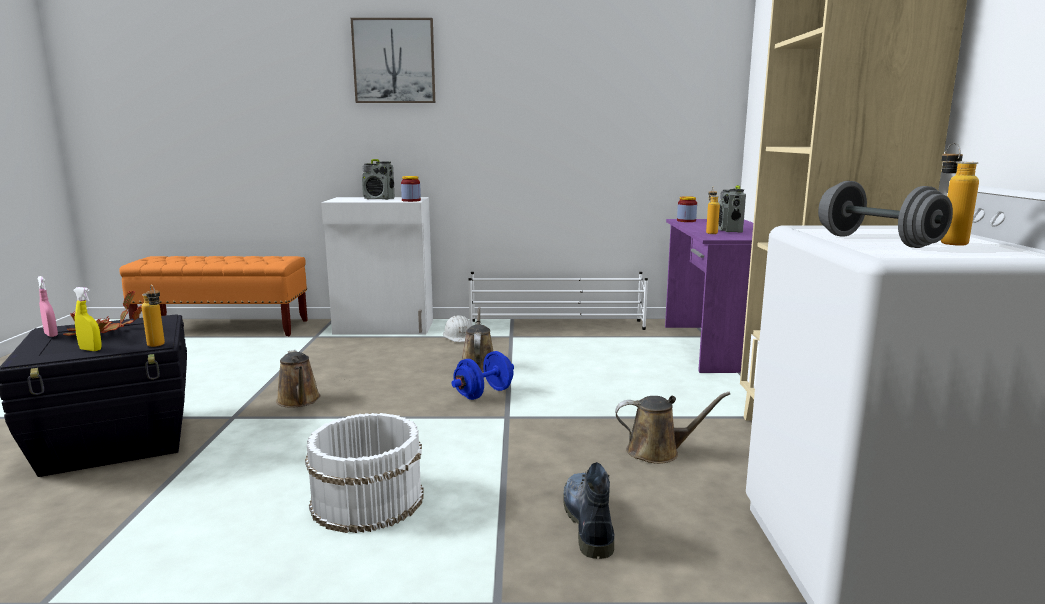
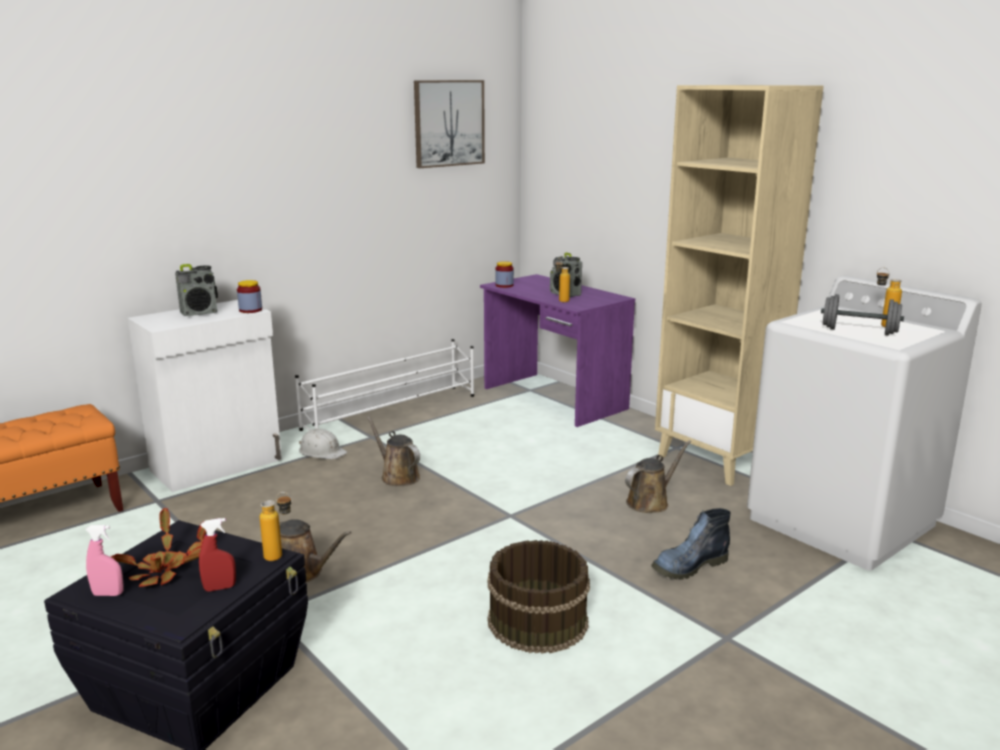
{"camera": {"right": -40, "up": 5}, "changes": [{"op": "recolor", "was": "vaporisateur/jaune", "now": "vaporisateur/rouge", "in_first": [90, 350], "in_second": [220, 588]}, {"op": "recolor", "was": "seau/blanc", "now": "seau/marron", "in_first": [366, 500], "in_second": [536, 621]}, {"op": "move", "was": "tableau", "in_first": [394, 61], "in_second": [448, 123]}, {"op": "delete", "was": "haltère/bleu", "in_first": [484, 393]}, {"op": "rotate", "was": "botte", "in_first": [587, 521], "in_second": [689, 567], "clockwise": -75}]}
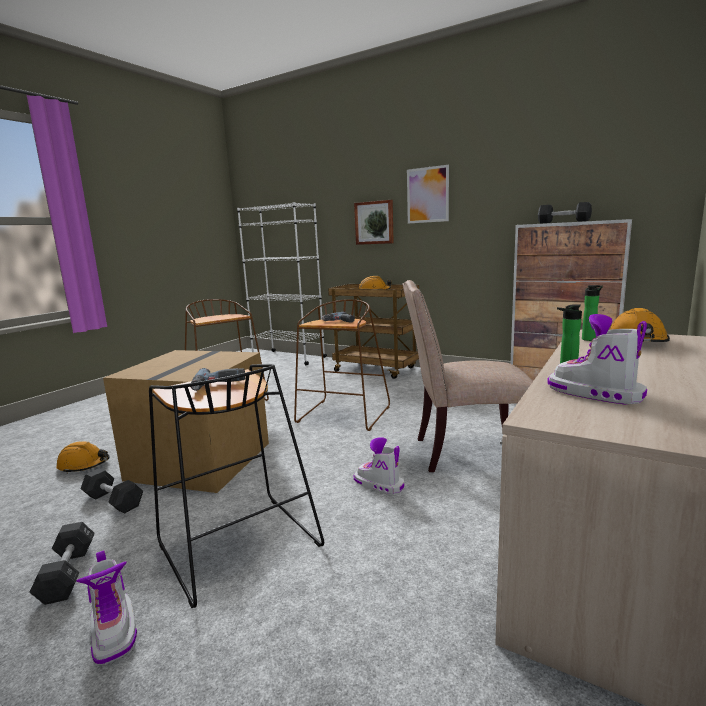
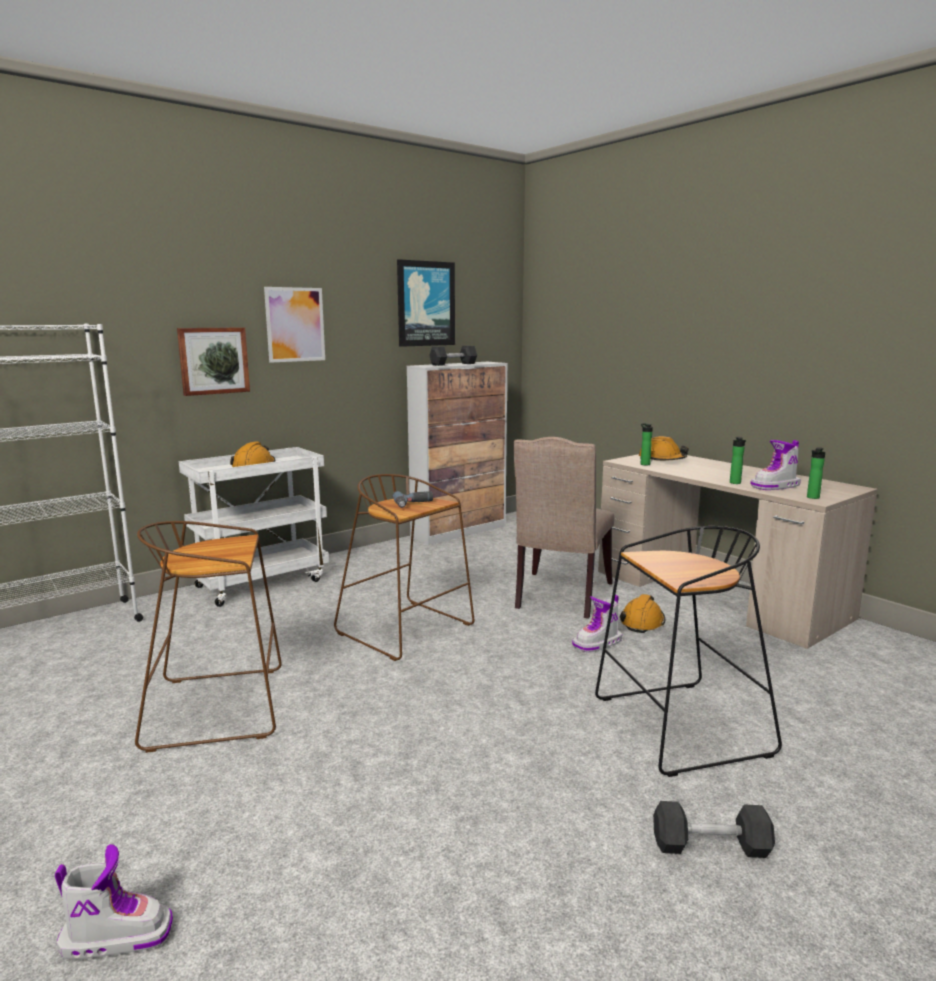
{"camera": {"right": -70, "up": 0}, "changes": [{"op": "move", "was": "casque de chantier/orange", "in_first": [84, 465], "in_second": [642, 622]}, {"op": "move", "was": "botte", "in_first": [114, 631], "in_second": [117, 936]}, {"op": "delete", "was": "haltère/noir", "in_first": [113, 501]}, {"op": "delete", "was": "carton", "in_first": [200, 460]}, {"op": "delete", "was": "perceuse", "in_first": [218, 384]}, {"op": "recolor", "was": "chariot/marron", "now": "chariot/blanc", "in_first": [377, 369], "in_second": [262, 582]}, {"op": "insert", "now": "tableau", "in_second": [425, 304]}, {"op": "insert", "now": "bouteille", "in_second": [812, 498]}]}
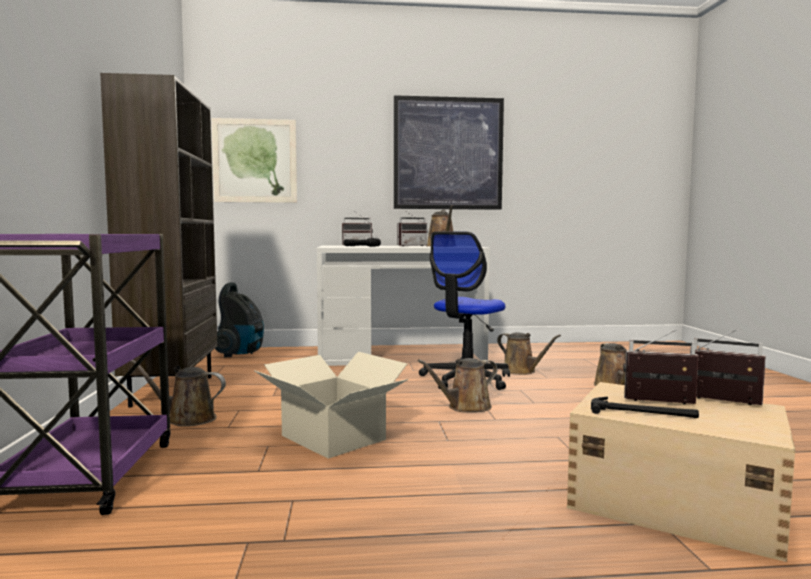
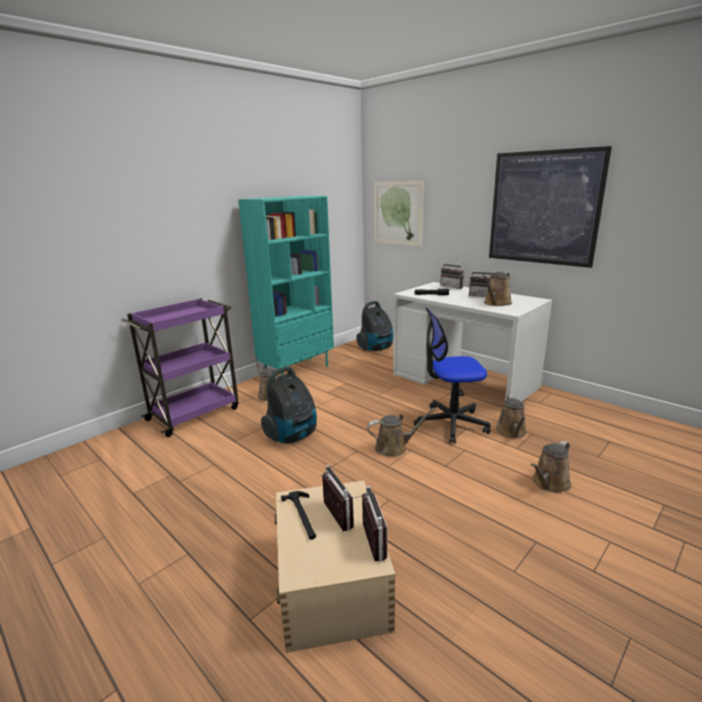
{"camera": {"right": 50, "up": 15}, "changes": [{"op": "recolor", "was": "bibliothèque/marron", "now": "bibliothèque/turquoise", "in_first": [172, 391], "in_second": [297, 370]}, {"op": "replace", "was": "carton", "now": "aspirateur", "in_first": [334, 437], "in_second": [292, 436]}, {"op": "rotate", "was": "arrosoir/marron", "in_first": [465, 407], "in_second": [394, 448], "clockwise": 150}]}
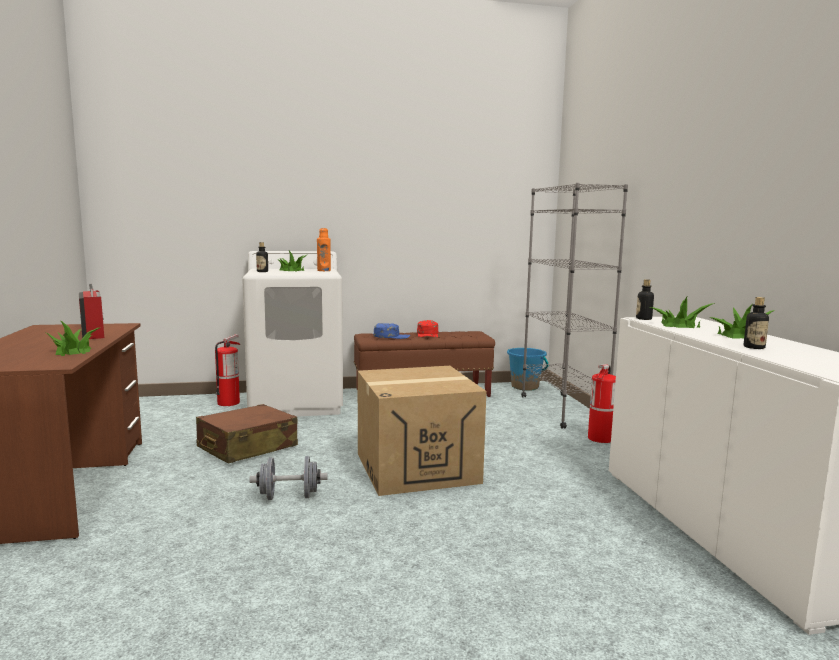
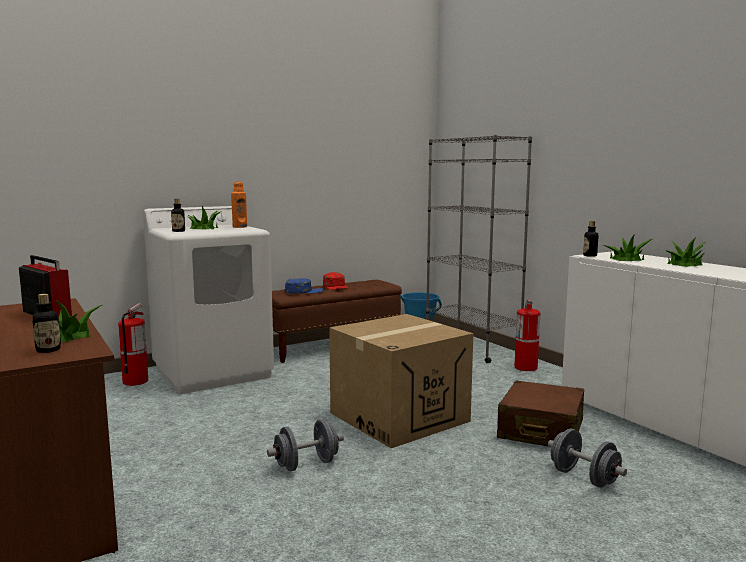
{"camera": {"right": -20, "up": 0}, "changes": [{"op": "move", "was": "valise/marron", "in_first": [247, 447], "in_second": [541, 430]}, {"op": "move", "was": "bouteille", "in_first": [754, 347], "in_second": [48, 350]}, {"op": "insert", "now": "haltère/gris", "in_second": [584, 478]}]}
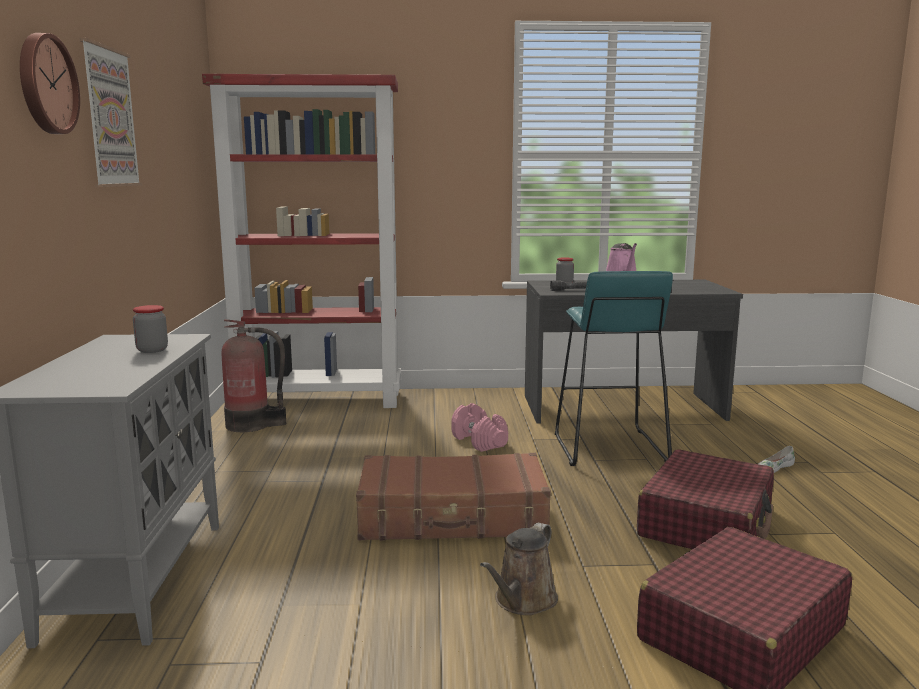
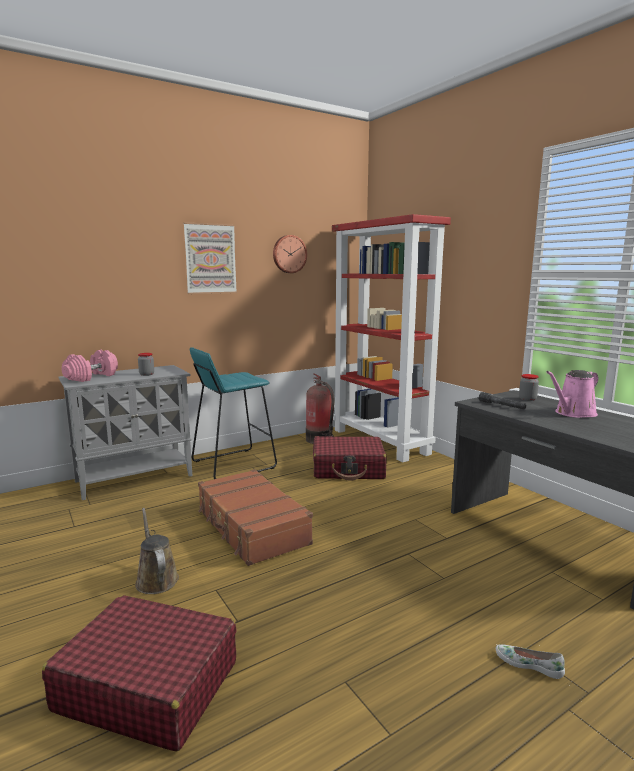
{"camera": {"right": 60, "up": 0}, "changes": [{"op": "move", "was": "horloge murale", "in_first": [45, 84], "in_second": [289, 254]}, {"op": "move", "was": "haltère/rose", "in_first": [479, 441], "in_second": [91, 377]}, {"op": "rotate", "was": "arrosoir/marron", "in_first": [523, 601], "in_second": [156, 578], "clockwise": 60}, {"op": "move", "was": "tabouret/turquoise", "in_first": [608, 448], "in_second": [233, 465]}, {"op": "move", "was": "valise/rouge", "in_first": [706, 523], "in_second": [348, 469]}]}
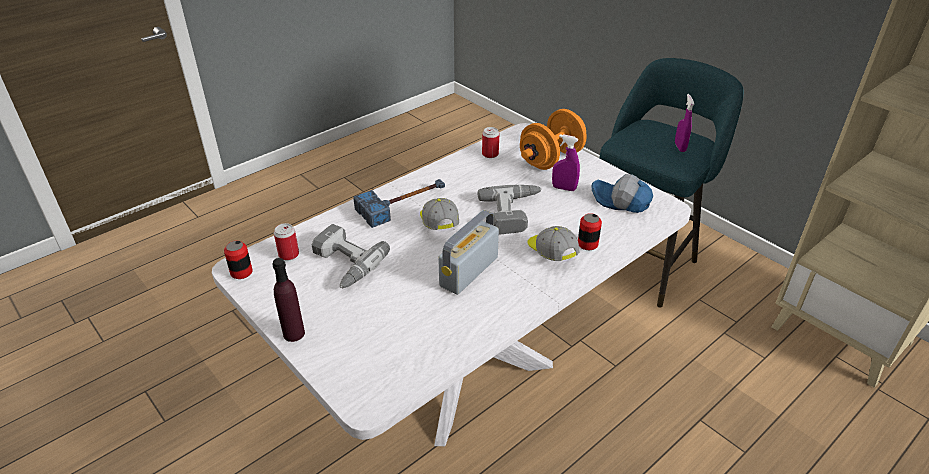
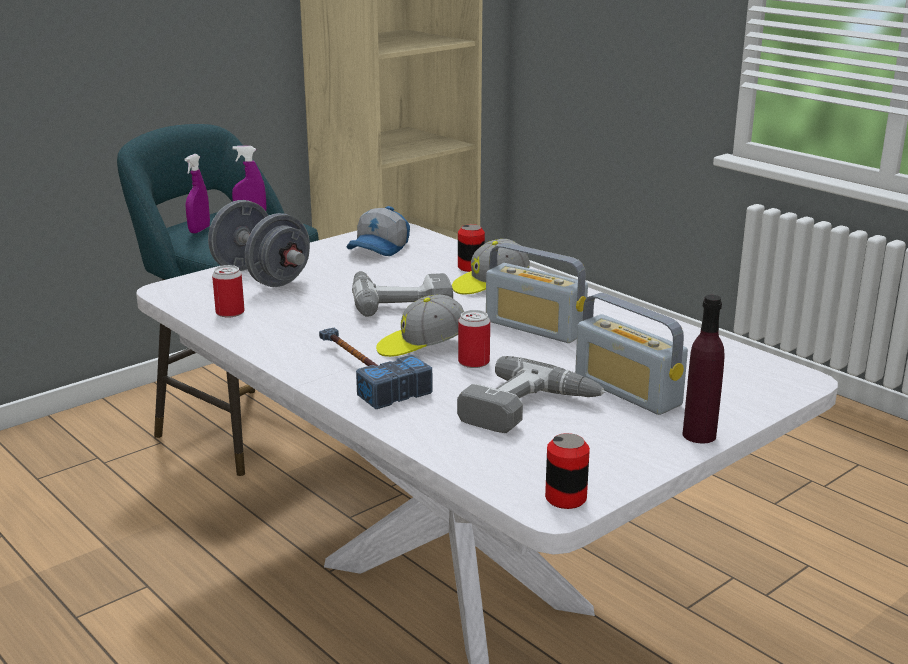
{"camera": {"right": -90, "up": -15}, "changes": [{"op": "move", "was": "boîte métallique", "in_first": [289, 254], "in_second": [473, 362]}, {"op": "recolor", "was": "haltère/orange", "now": "haltère/gris", "in_first": [551, 159], "in_second": [261, 277]}, {"op": "move", "was": "vaporisateur/violet", "in_first": [564, 188], "in_second": [199, 230]}, {"op": "insert", "now": "radio", "in_second": [627, 391]}]}
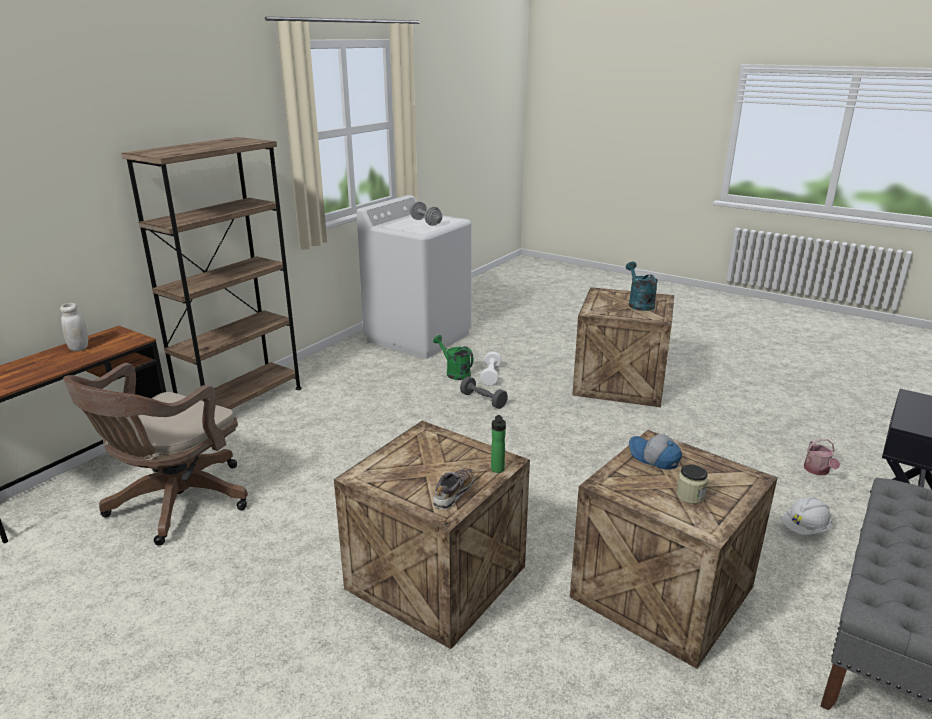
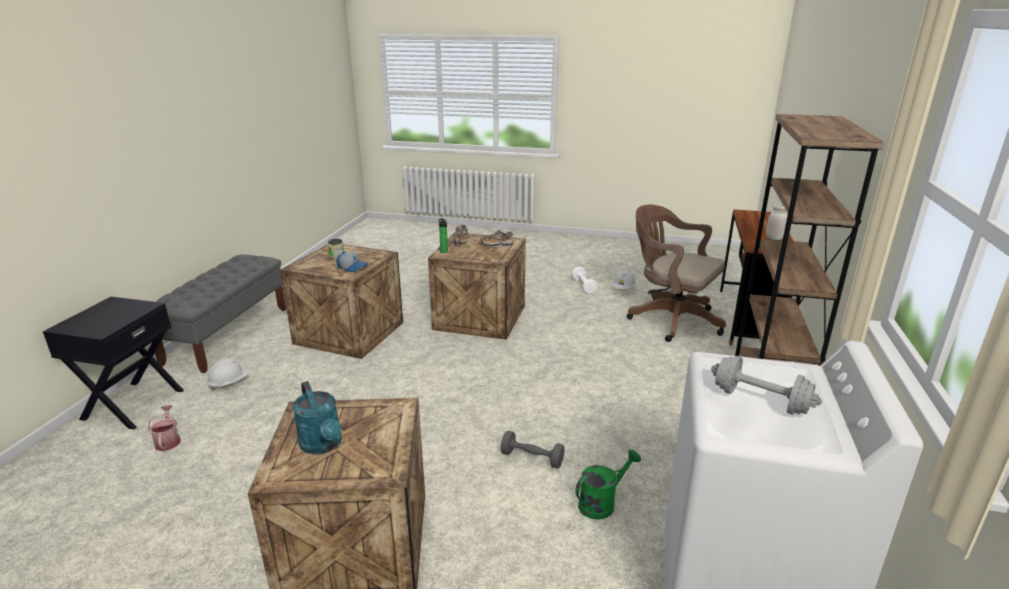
{"camera": {"right": 160, "up": 0}, "changes": [{"op": "rotate", "was": "chaise de bureau/marron", "in_first": [174, 504], "in_second": [670, 319], "clockwise": -60}, {"op": "rotate", "was": "arrosoir/vert", "in_first": [454, 373], "in_second": [602, 502], "clockwise": -60}, {"op": "move", "was": "haltère/blanc", "in_first": [491, 376], "in_second": [583, 286]}, {"op": "insert", "now": "chaussure", "in_second": [496, 244]}, {"op": "insert", "now": "casque de chantier/blanc", "in_second": [623, 288]}]}
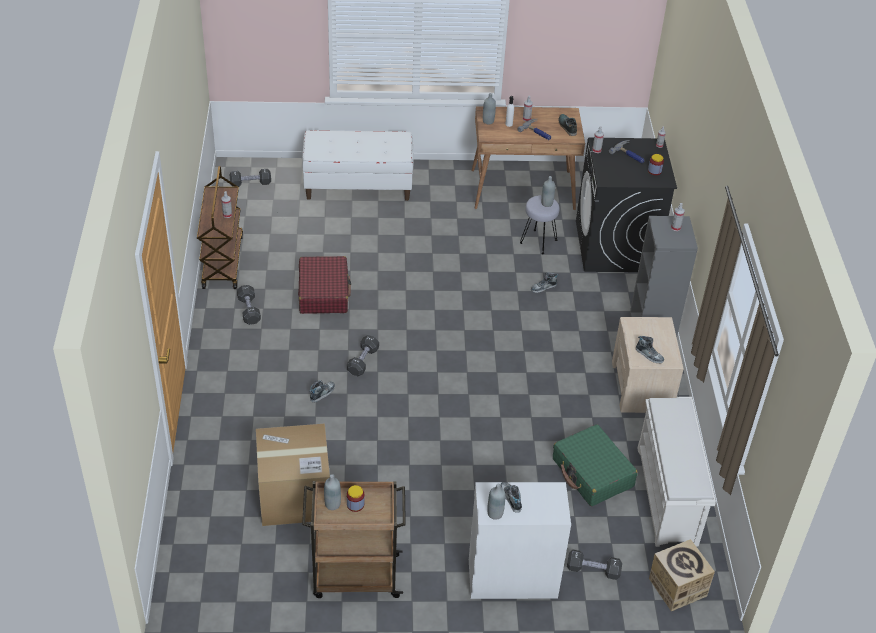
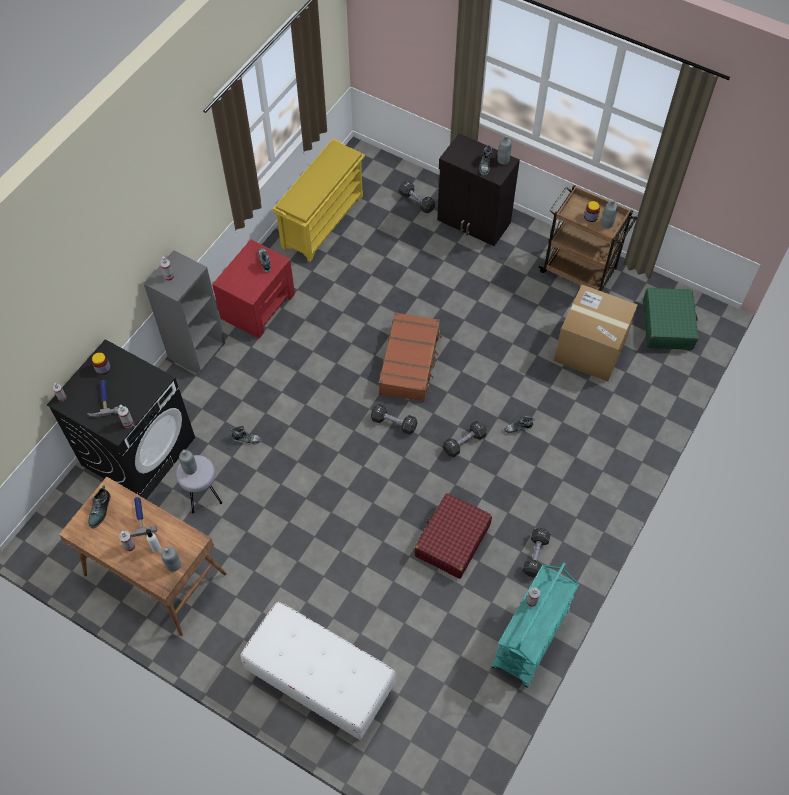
{"camera": {"right": -145, "up": 15}, "changes": [{"op": "recolor", "was": "chariot/marron", "now": "chariot/turquoise", "in_first": [222, 261], "in_second": [531, 639]}, {"op": "move", "was": "haltère/noir", "in_first": [250, 183], "in_second": [394, 423]}, {"op": "recolor", "was": "meuble de rangement/blanc", "now": "meuble de rangement/noir", "in_first": [511, 577], "in_second": [473, 222]}, {"op": "move", "was": "valise/vert", "in_first": [592, 473], "in_second": [667, 324]}, {"op": "recolor", "was": "table de chevet/beige", "now": "table de chevet/rouge", "in_first": [641, 386], "in_second": [258, 305]}, {"op": "recolor", "was": "étagère à chaussures/blanc", "now": "étagère à chaussures/jaune", "in_first": [668, 496], "in_second": [322, 220]}, {"op": "delete", "was": "carton", "in_first": [677, 587]}, {"op": "insert", "now": "valise/marron", "in_second": [410, 362]}]}
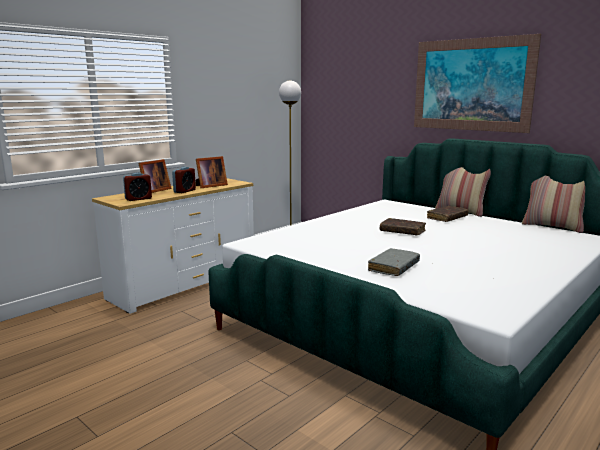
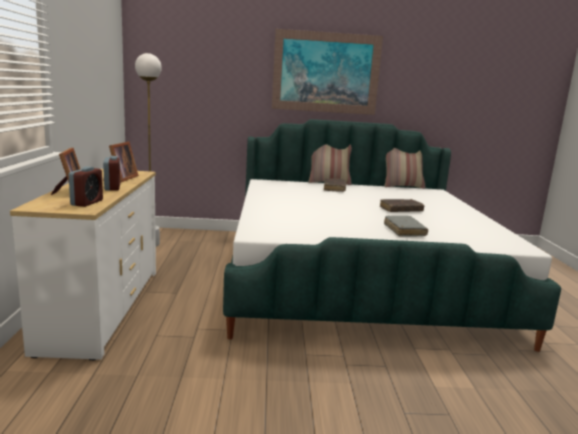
{"camera": {"right": -45, "up": 0}, "changes": [{"op": "move", "was": "livre/marron", "in_first": [402, 231], "in_second": [401, 210]}]}
